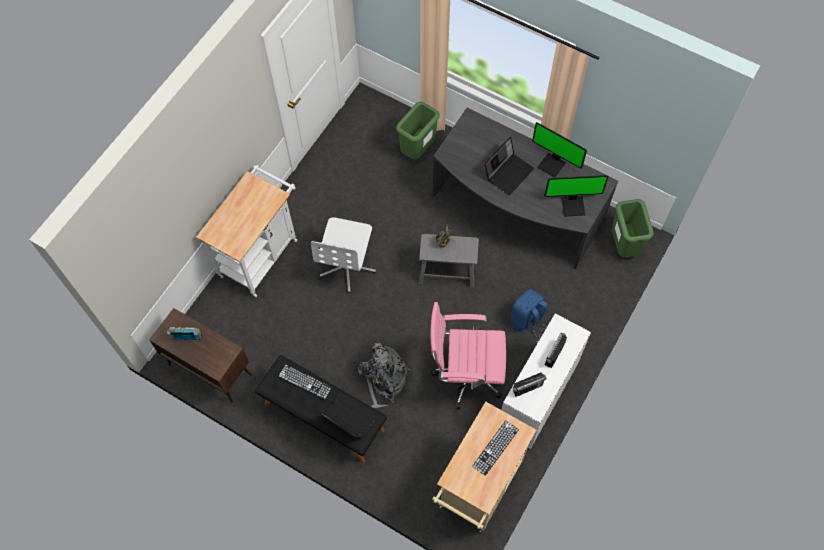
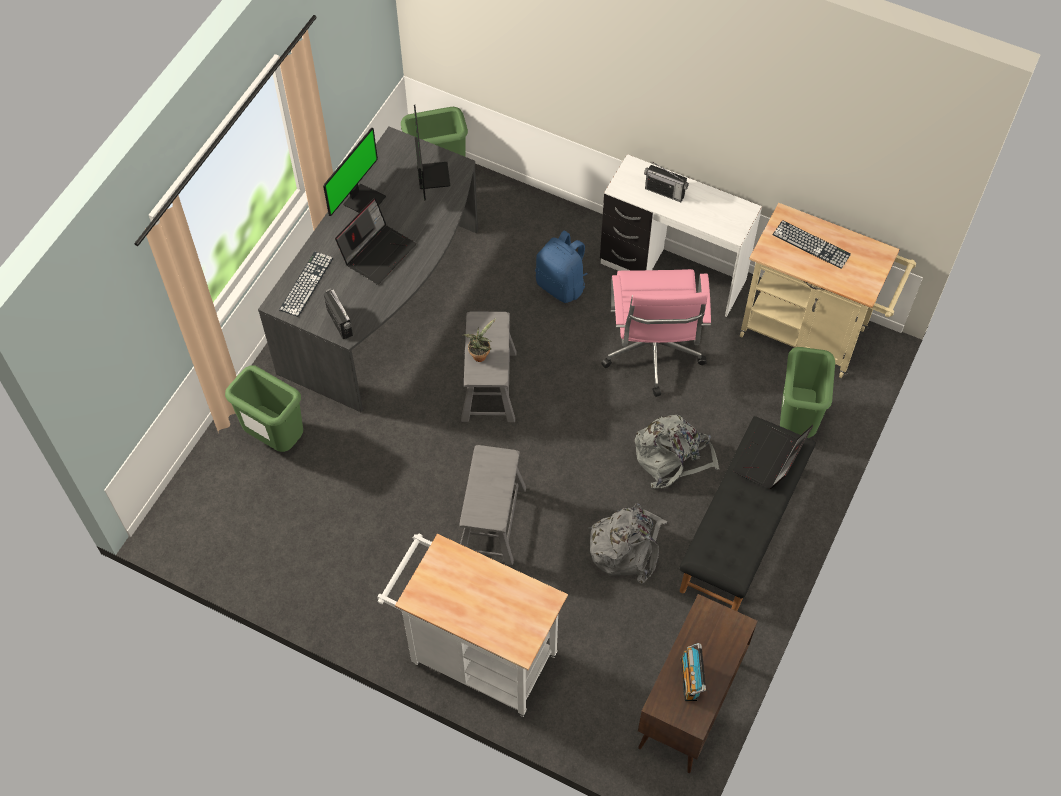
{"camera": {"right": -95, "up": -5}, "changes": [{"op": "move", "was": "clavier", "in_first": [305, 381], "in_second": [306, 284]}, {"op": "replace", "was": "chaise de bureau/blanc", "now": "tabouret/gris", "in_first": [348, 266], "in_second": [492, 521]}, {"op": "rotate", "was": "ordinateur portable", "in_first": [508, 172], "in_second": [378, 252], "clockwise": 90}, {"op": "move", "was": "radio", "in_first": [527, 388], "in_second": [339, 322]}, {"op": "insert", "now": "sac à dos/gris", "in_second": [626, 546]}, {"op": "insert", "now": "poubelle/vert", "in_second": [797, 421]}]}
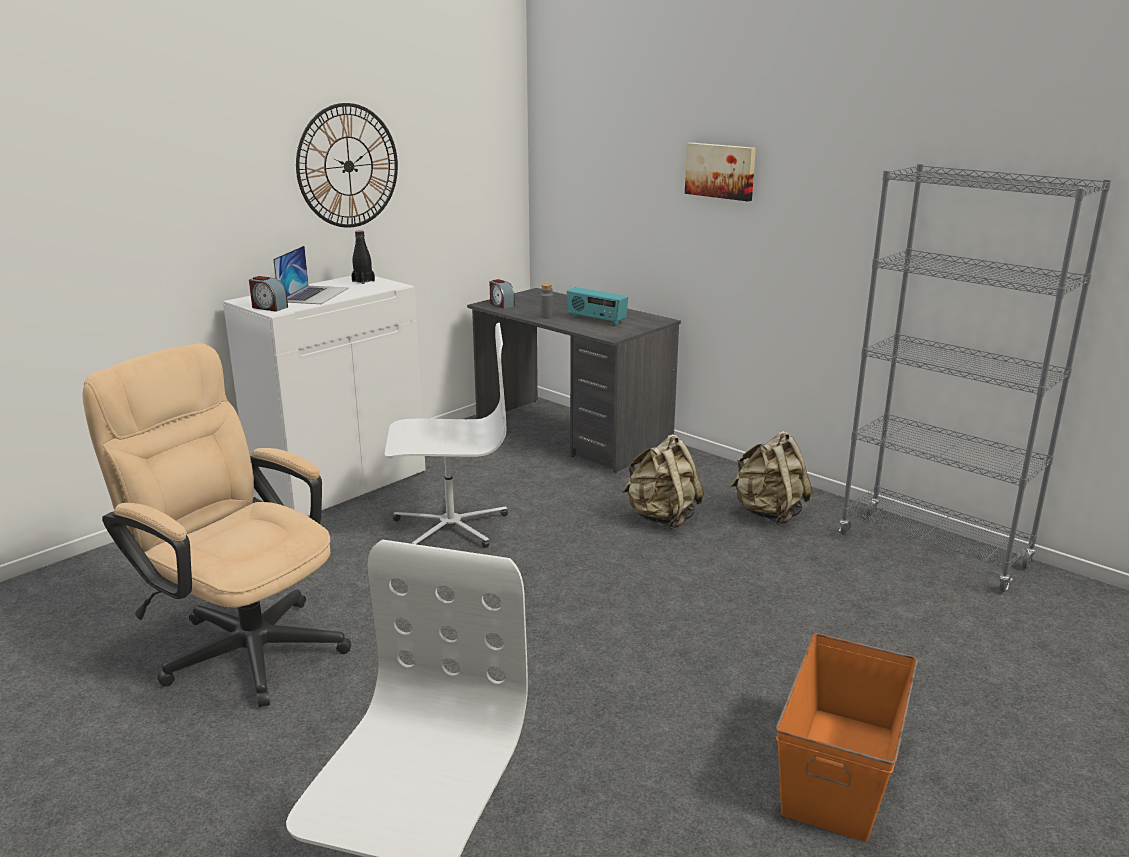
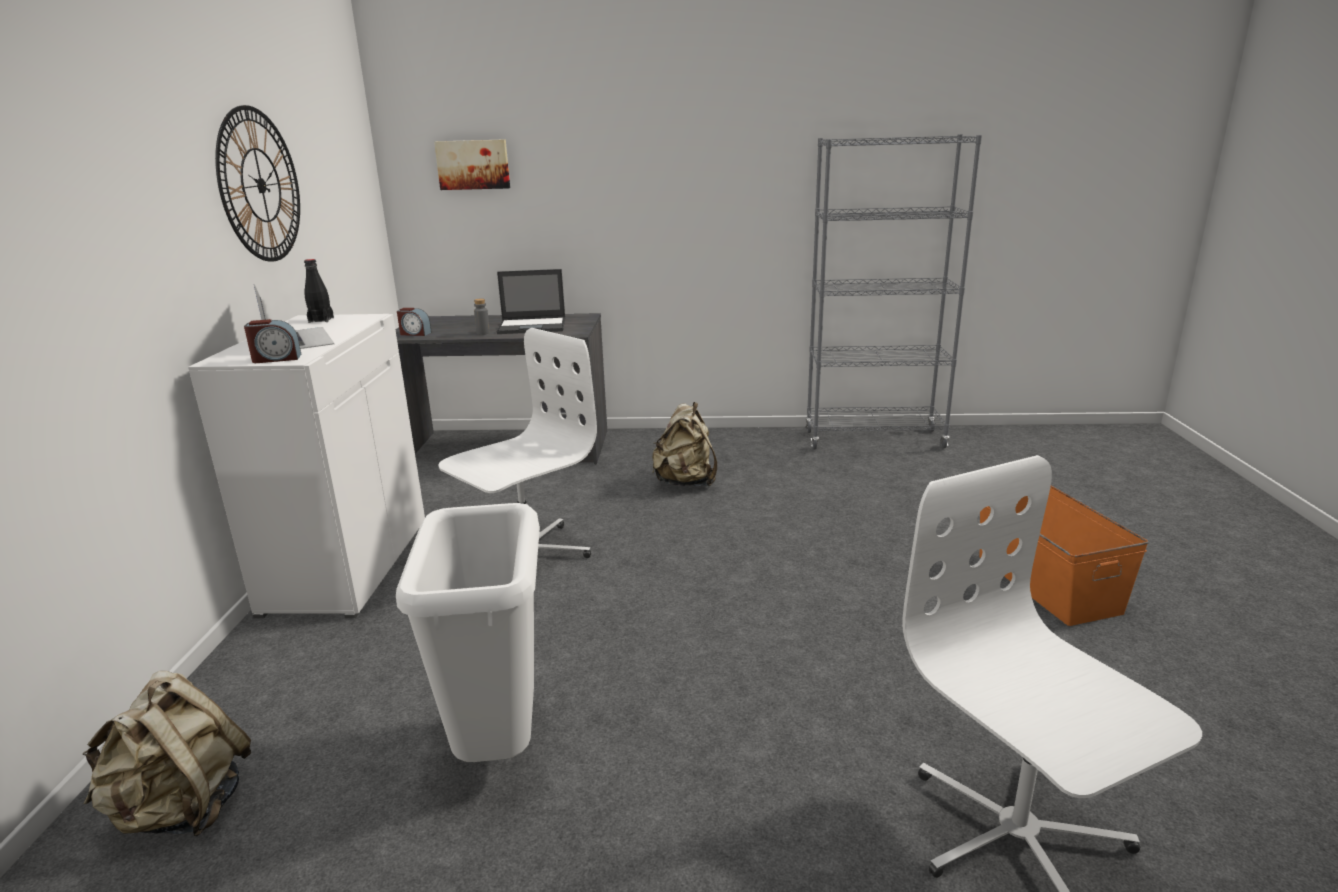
{"camera": {"right": -40, "up": 0}, "changes": [{"op": "replace", "was": "chaise de bureau/beige", "now": "poubelle/blanc", "in_first": [242, 644], "in_second": [497, 747]}, {"op": "replace", "was": "radio", "now": "ordinateur portable", "in_first": [596, 320], "in_second": [533, 326]}, {"op": "move", "was": "tableau", "in_first": [721, 171], "in_second": [473, 164]}, {"op": "move", "was": "sac à dos/beige", "in_first": [769, 514], "in_second": [183, 809]}]}
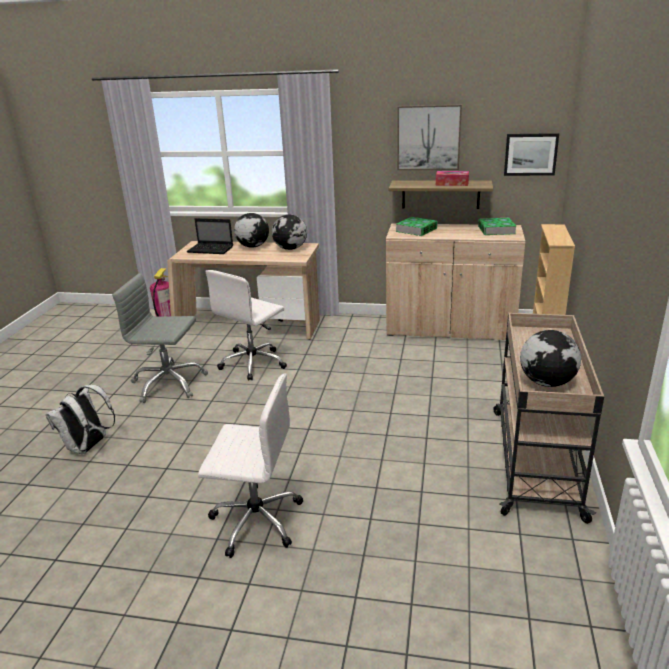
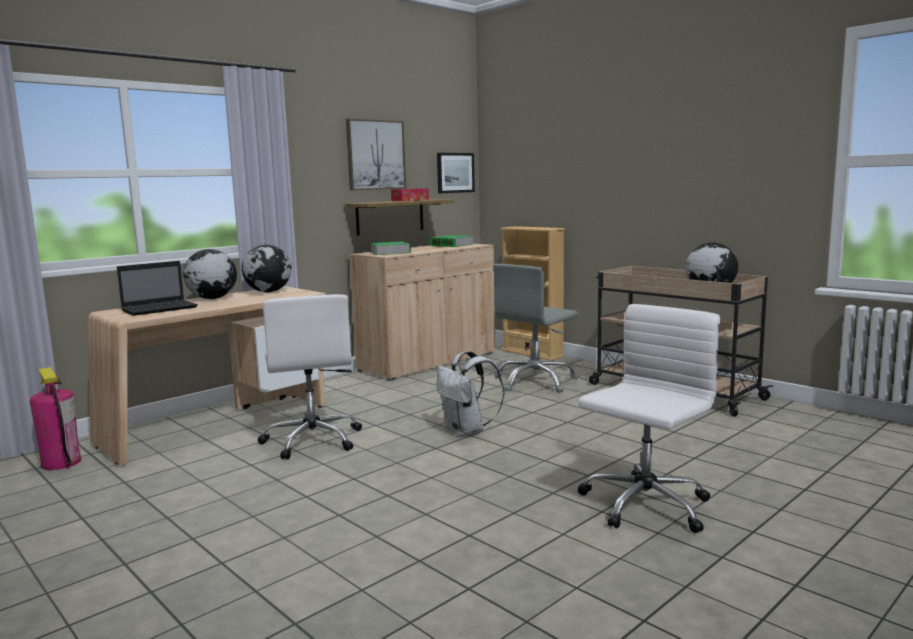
{"camera": {"right": -55, "up": -15}, "changes": [{"op": "move", "was": "sac à dos/blanc", "in_first": [88, 447], "in_second": [467, 431]}, {"op": "move", "was": "chaise de bureau/gris", "in_first": [168, 384], "in_second": [535, 381]}]}
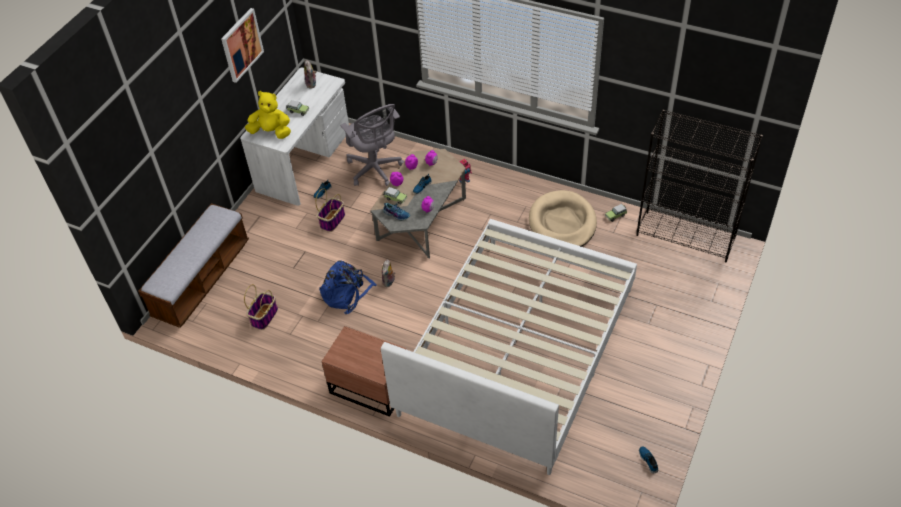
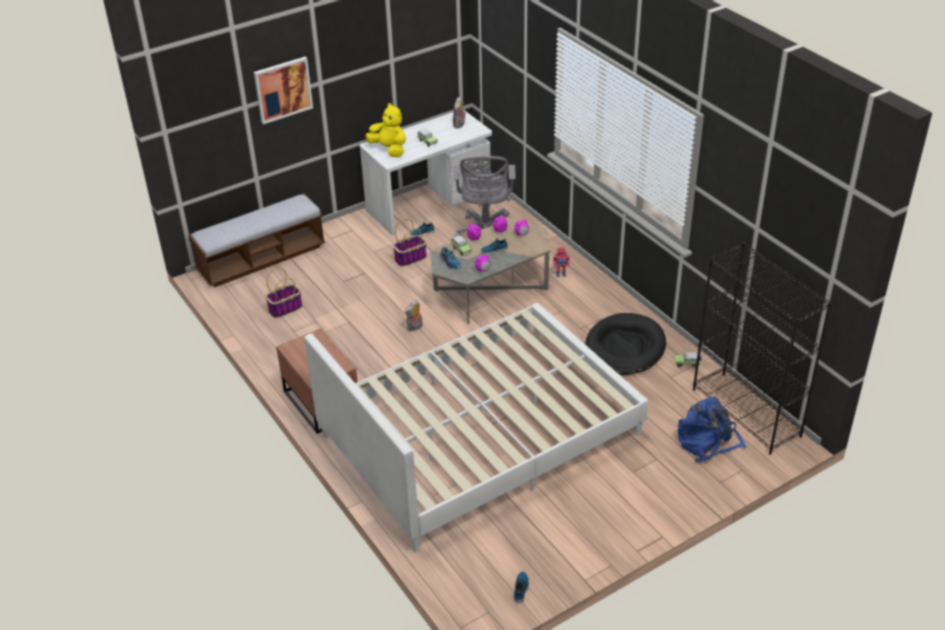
{"camera": {"right": 30, "up": -10}, "changes": [{"op": "move", "was": "tableau", "in_first": [241, 45], "in_second": [283, 89]}, {"op": "move", "was": "sac à dos/bleu", "in_first": [347, 293], "in_second": [707, 442]}, {"op": "recolor", "was": "panier pour chien/beige", "now": "panier pour chien/noir", "in_first": [562, 223], "in_second": [624, 348]}]}
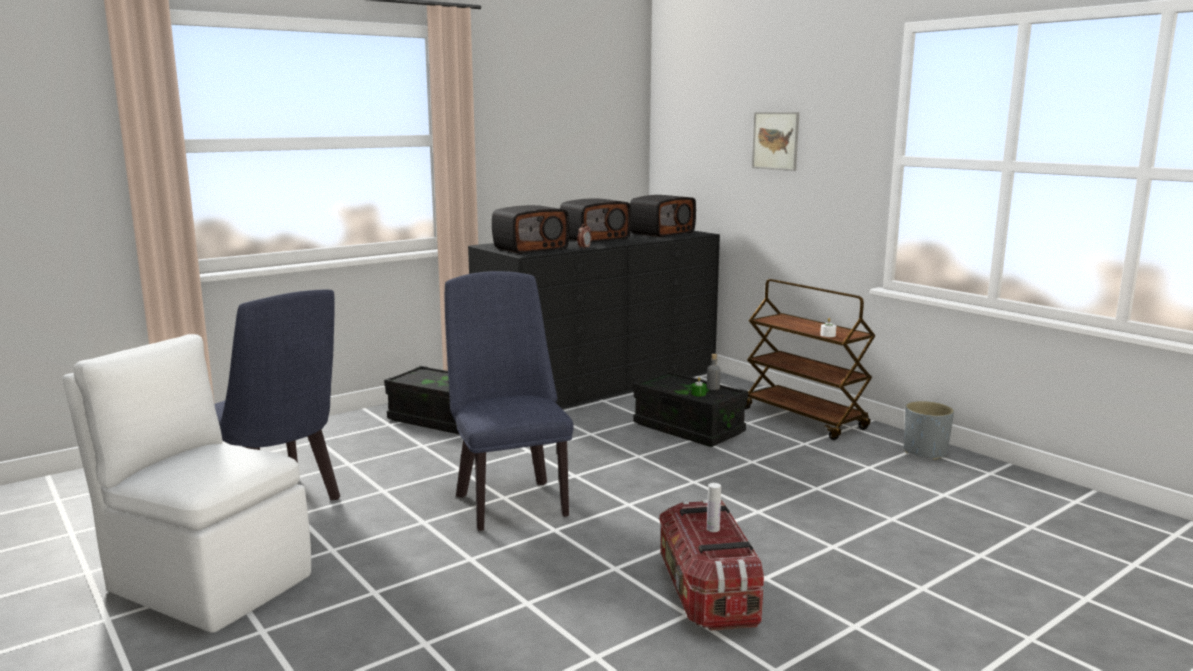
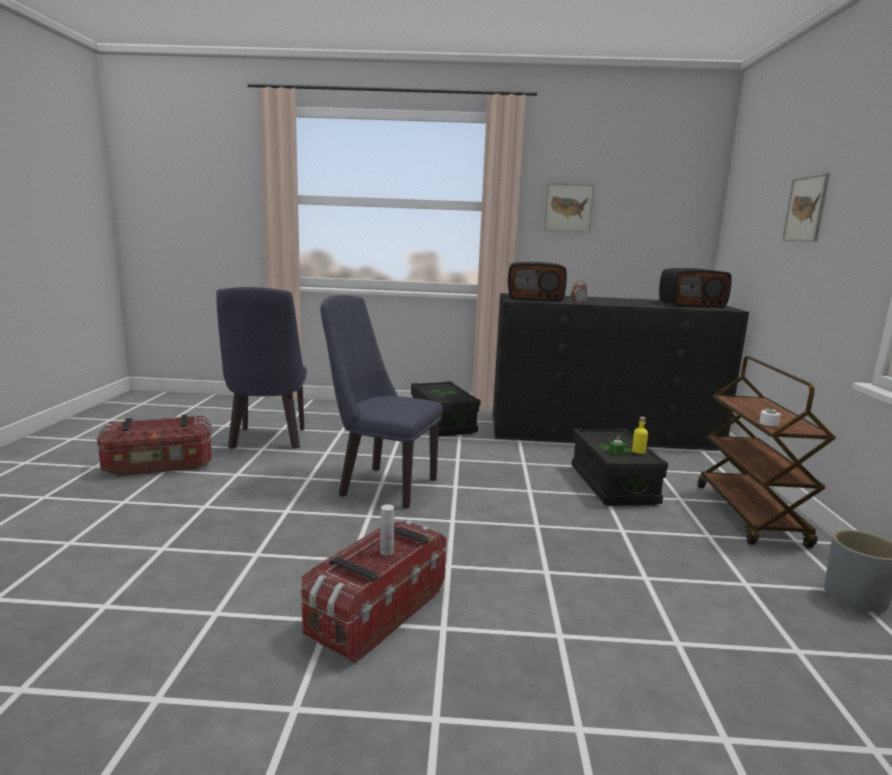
{"camera": {"right": 40, "up": 0}, "changes": [{"op": "replace", "was": "chaise/blanc", "now": "boîte de rangement", "in_first": [207, 581], "in_second": [159, 466]}, {"op": "rotate", "was": "chaise/bleu", "in_first": [509, 500], "in_second": [380, 485], "clockwise": -90}, {"op": "delete", "was": "radio", "in_first": [595, 238]}, {"op": "recolor", "was": "bouteille/gris", "now": "bouteille/jaune", "in_first": [713, 388], "in_second": [638, 451]}, {"op": "insert", "now": "tableau", "in_second": [568, 207]}]}
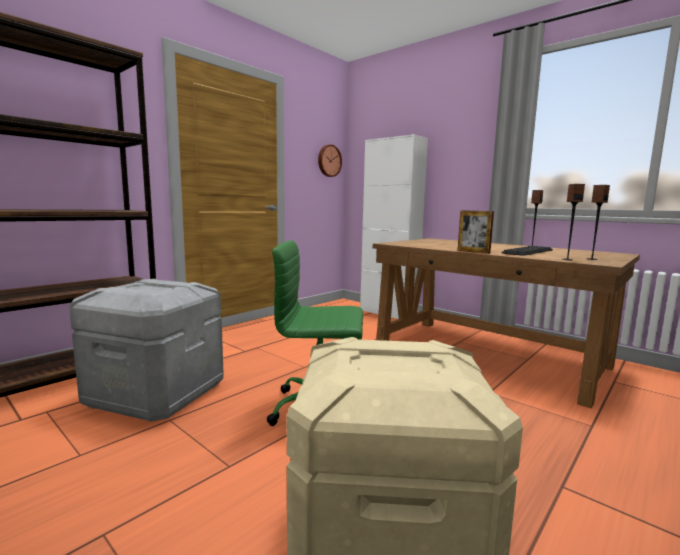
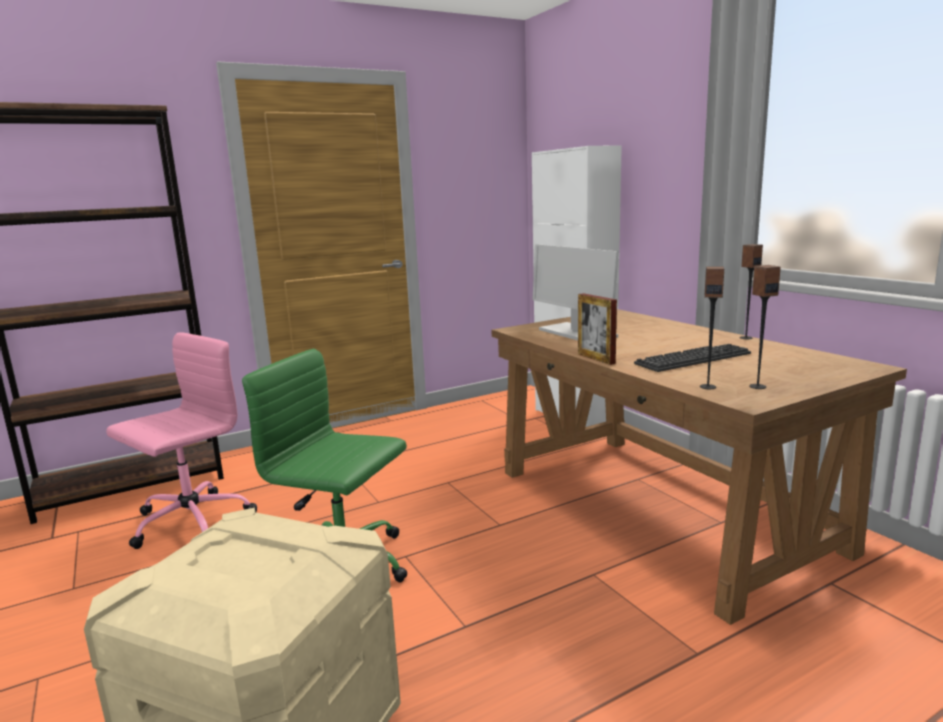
{"camera": {"right": 20, "up": 5}, "changes": [{"op": "replace", "was": "boîte de rangement/gris", "now": "chaise de bureau/rose", "in_first": [157, 394], "in_second": [190, 523]}, {"op": "delete", "was": "horloge murale", "in_first": [329, 161]}, {"op": "insert", "now": "écran d'ordinateur", "in_second": [576, 333]}]}
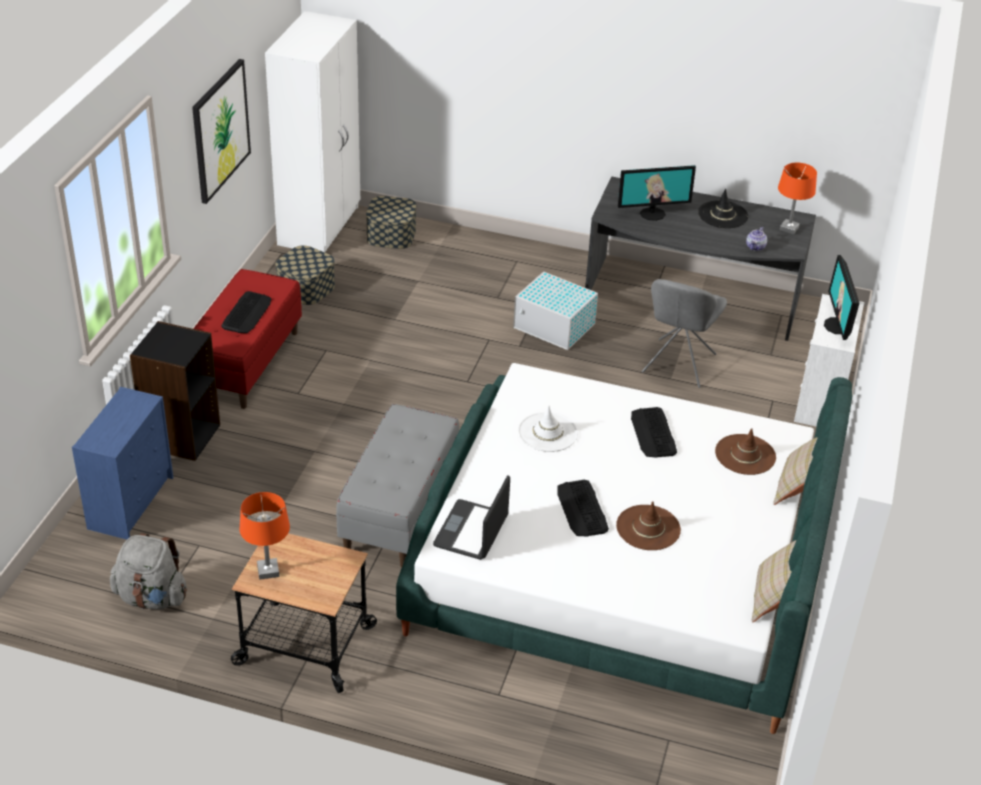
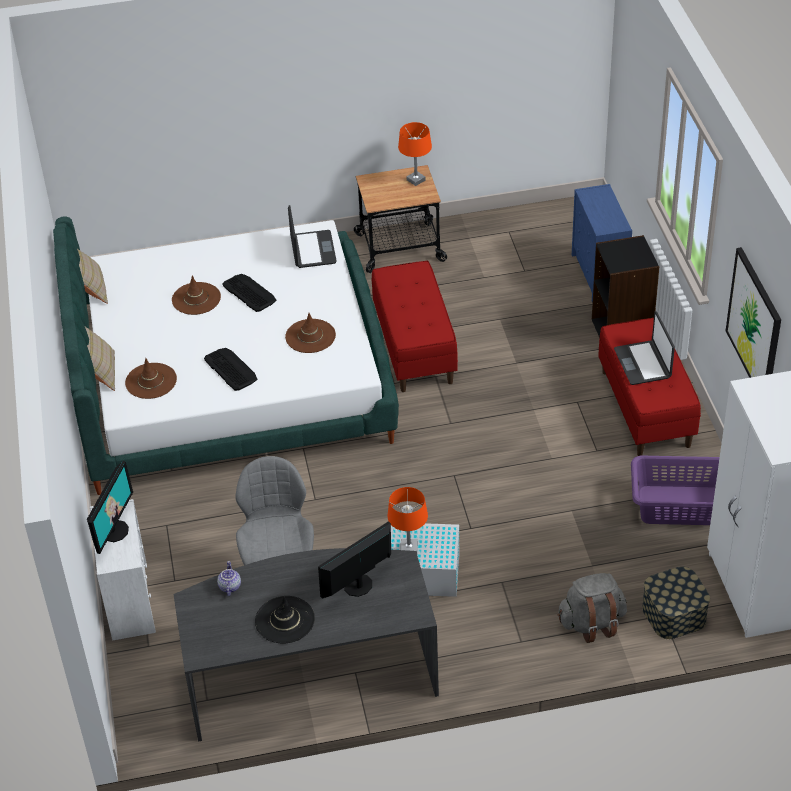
{"camera": {"right": 155, "up": 5}, "changes": [{"op": "move", "was": "sac à dos/gris", "in_first": [152, 597], "in_second": [592, 623]}, {"op": "replace", "was": "clavier", "now": "ordinateur portable", "in_first": [247, 313], "in_second": [643, 363]}, {"op": "replace", "was": "boîte de rangement", "now": "panier à linge/violet", "in_first": [306, 288], "in_second": [682, 506]}, {"op": "recolor", "was": "banc/gris", "now": "banc/rouge", "in_first": [400, 511], "in_second": [414, 347]}, {"op": "recolor", "was": "chapeau/blanc", "now": "chapeau/marron", "in_first": [547, 432], "in_second": [310, 336]}, {"op": "move", "was": "lampe de table/orange", "in_first": [788, 228], "in_second": [409, 548]}, {"op": "rotate", "was": "écran d'ordinateur", "in_first": [837, 326], "in_second": [114, 531], "clockwise": 45}]}
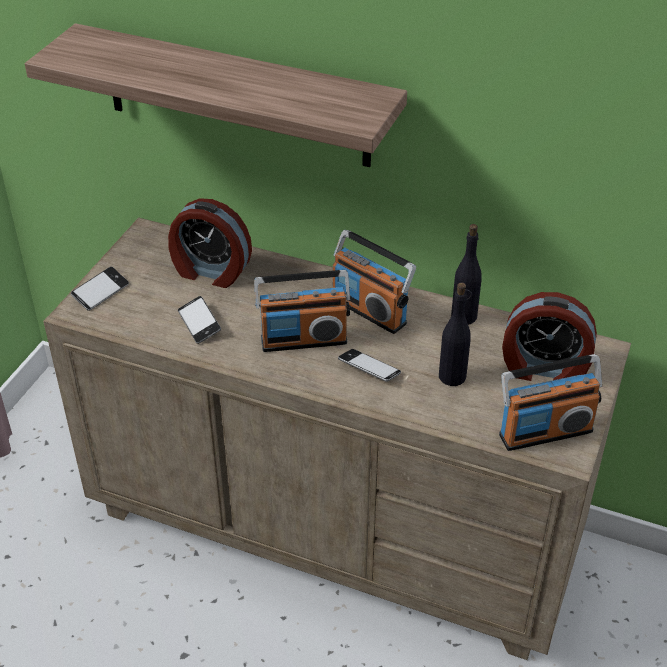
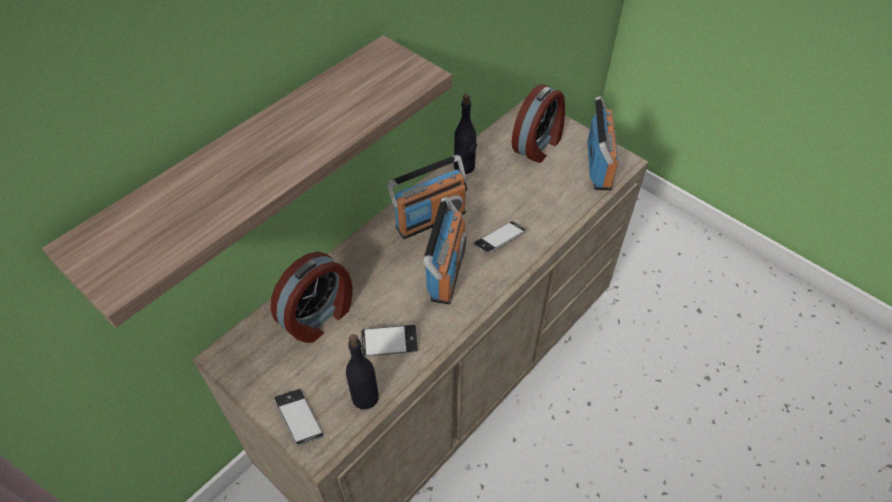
{"camera": {"right": -70, "up": 10}, "changes": [{"op": "move", "was": "bouteille/noir", "in_first": [452, 376], "in_second": [364, 397]}]}
